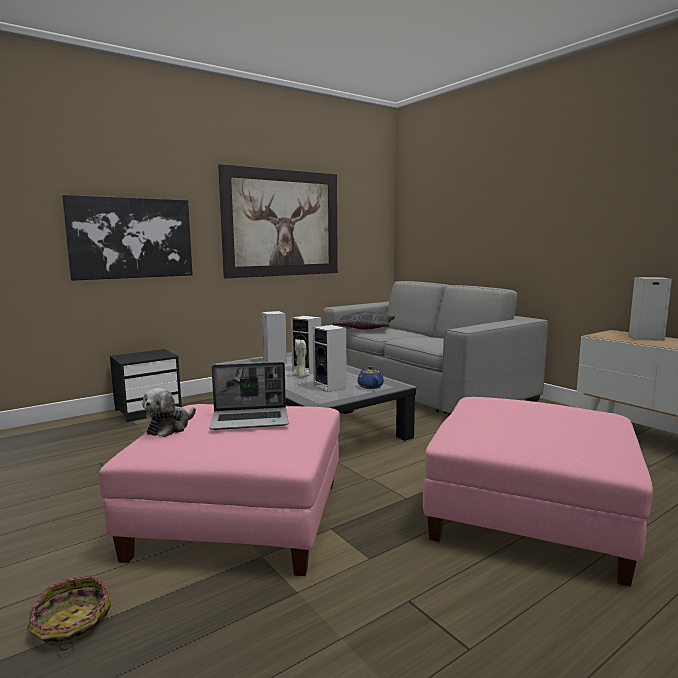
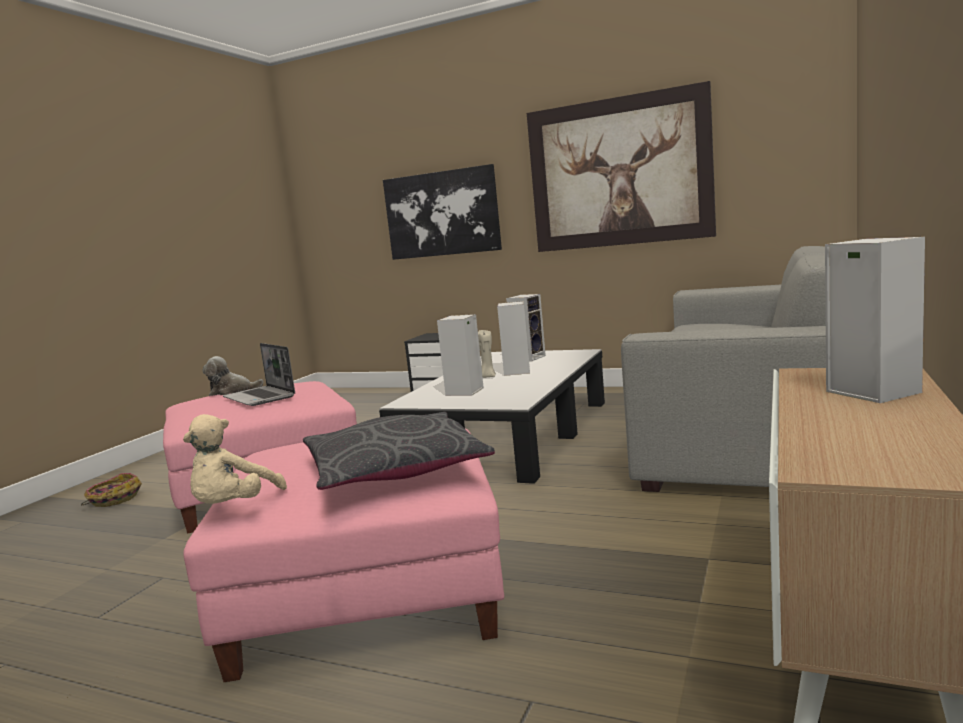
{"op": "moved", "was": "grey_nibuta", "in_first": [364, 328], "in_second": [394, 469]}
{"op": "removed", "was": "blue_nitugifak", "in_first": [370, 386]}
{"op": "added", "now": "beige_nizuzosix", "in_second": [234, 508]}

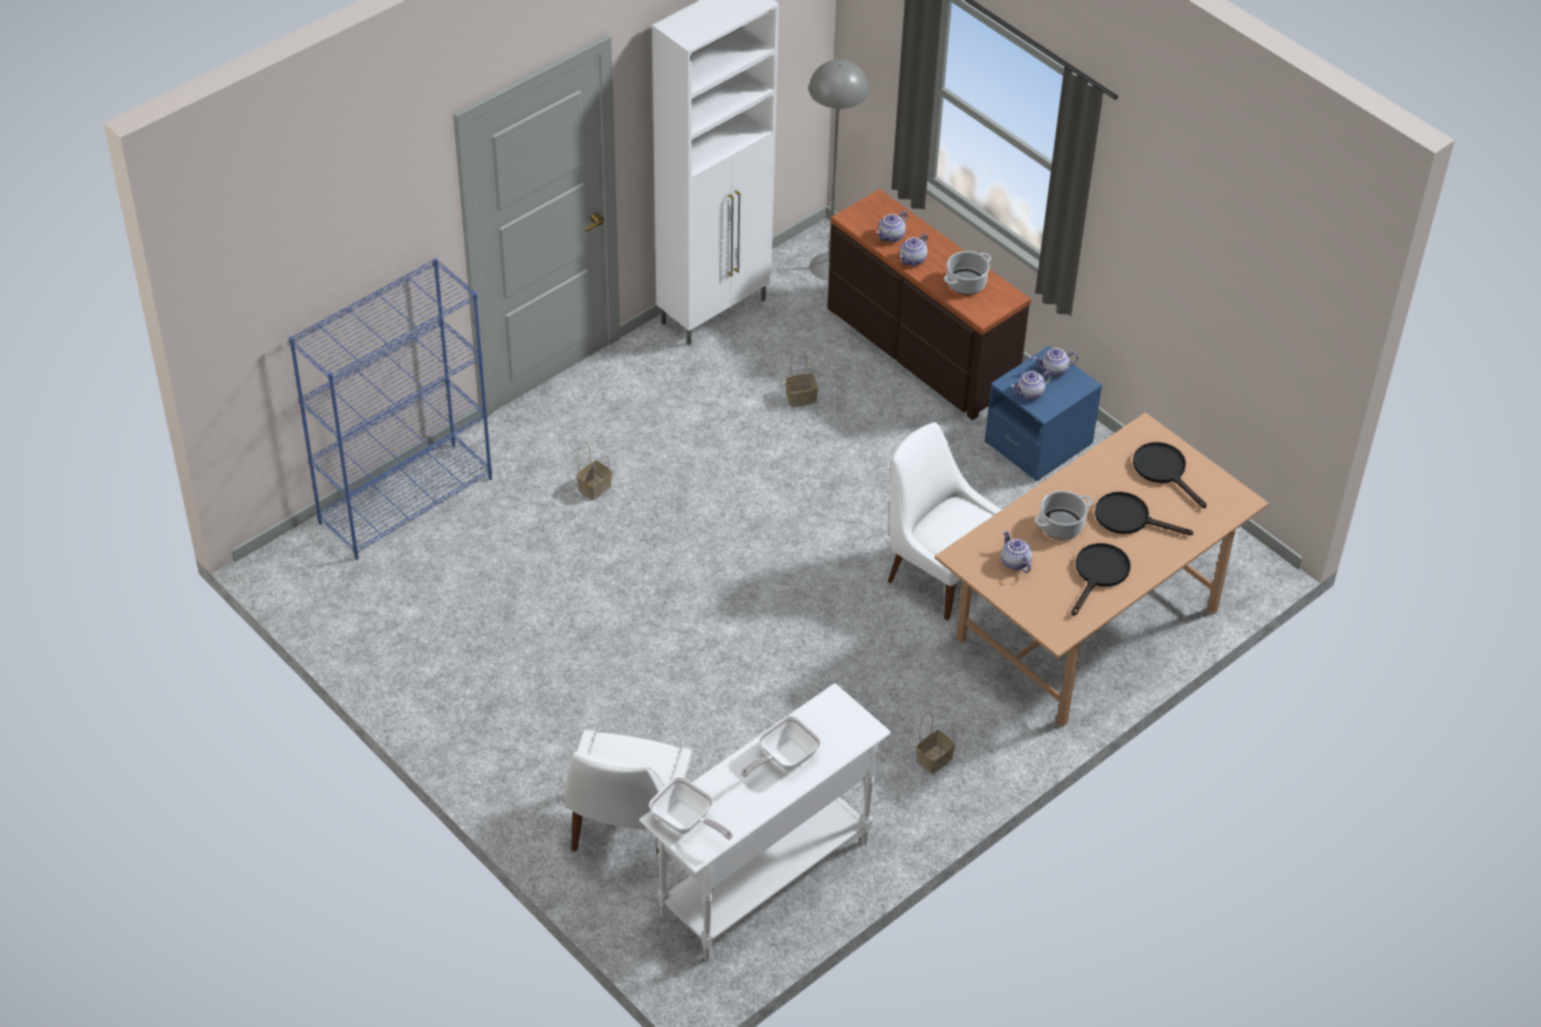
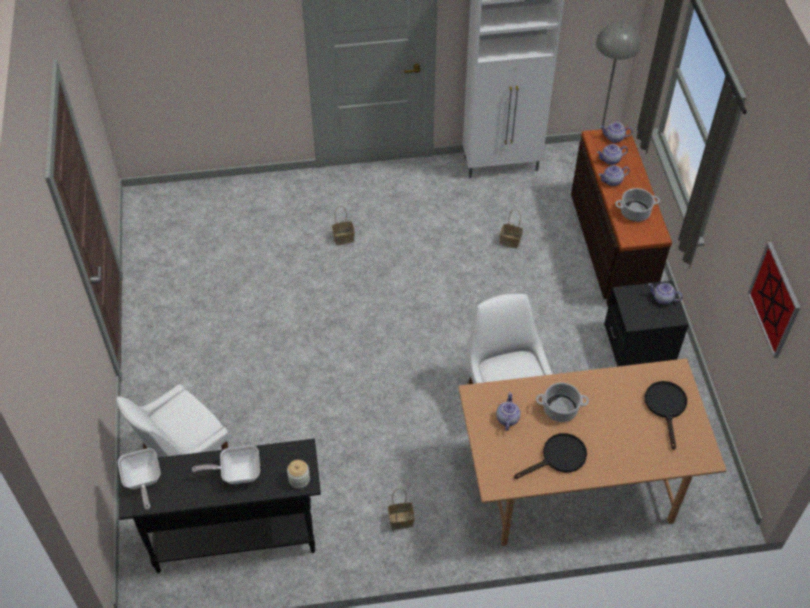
{"op": "removed", "was": "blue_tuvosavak", "in_first": [406, 499]}
{"op": "recoloured", "was": "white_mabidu", "now": "black_mabidu", "in_first": [764, 878], "in_second": [234, 538]}
{"op": "recoloured", "was": "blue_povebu", "now": "black_povebu", "in_first": [1038, 443], "in_second": [639, 343]}
{"op": "moved", "was": "nitugifak", "in_first": [1030, 394], "in_second": [614, 138]}
{"op": "removed", "was": "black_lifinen", "in_first": [1129, 518]}
{"op": "added", "now": "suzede", "in_second": [299, 479]}
{"op": "added", "now": "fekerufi", "in_second": [774, 300]}

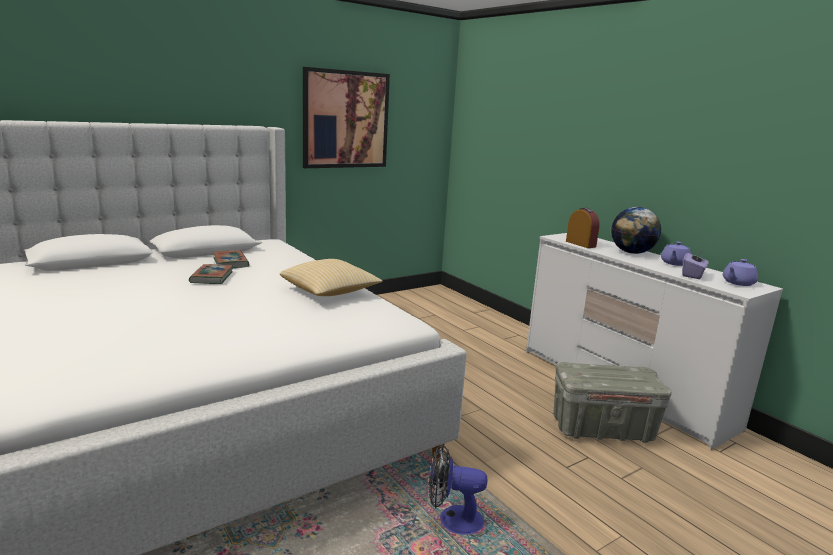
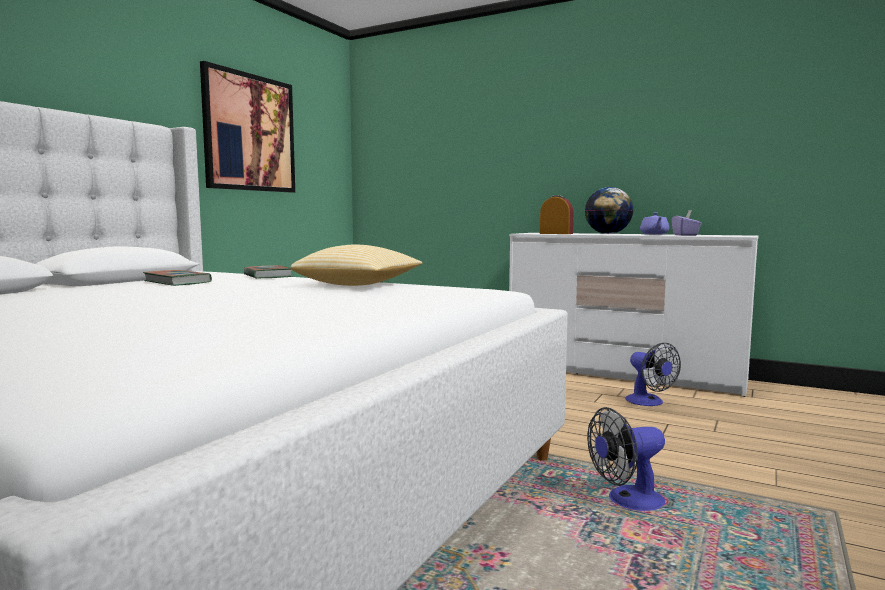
{"op": "moved", "was": "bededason", "in_first": [212, 277], "in_second": [268, 276]}
{"op": "replaced", "was": "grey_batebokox", "now": "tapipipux", "in_first": [603, 428], "in_second": [649, 402]}
{"op": "removed", "was": "purple_nitugifak", "in_first": [737, 283]}

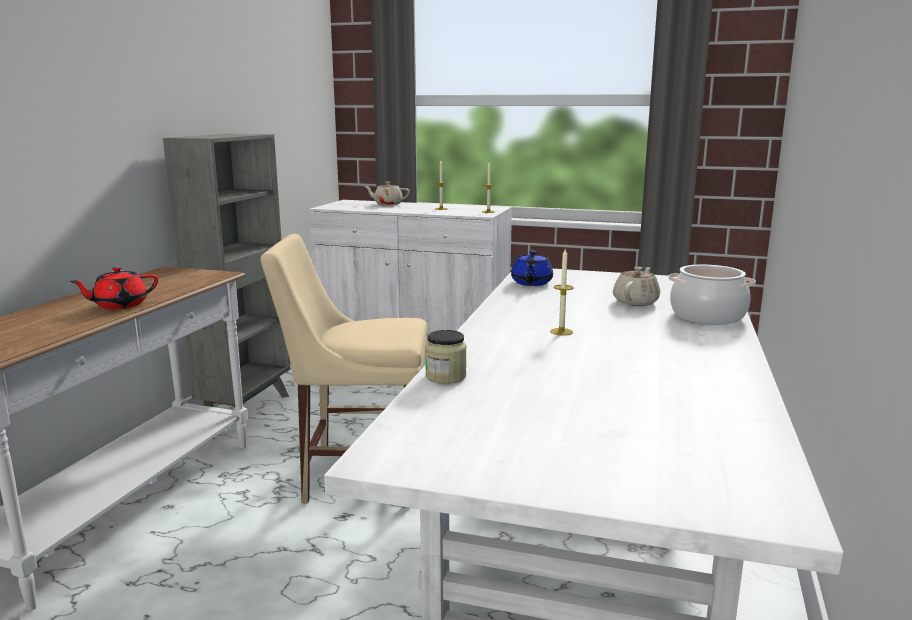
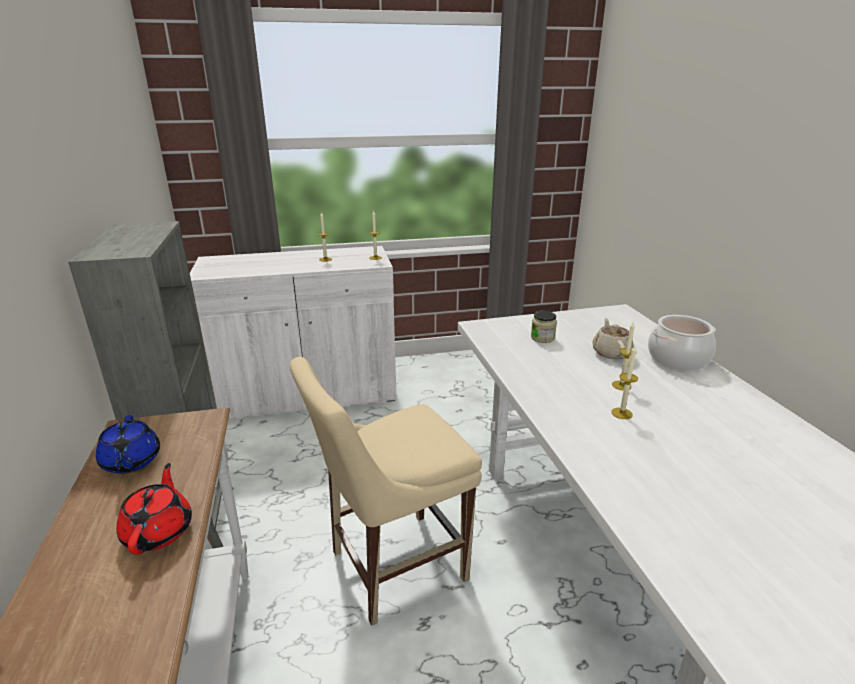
{"op": "turned", "was": "red_nitugifak", "in_first": [119, 305], "in_second": [159, 531], "clockwise": 150}
{"op": "removed", "was": "beige_nitugifak", "in_first": [387, 204]}
{"op": "moved", "was": "suzede", "in_first": [445, 376], "in_second": [542, 338]}
{"op": "moved", "was": "blue_nitugifak", "in_first": [531, 283], "in_second": [131, 462]}
{"op": "added", "now": "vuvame", "in_second": [621, 385]}

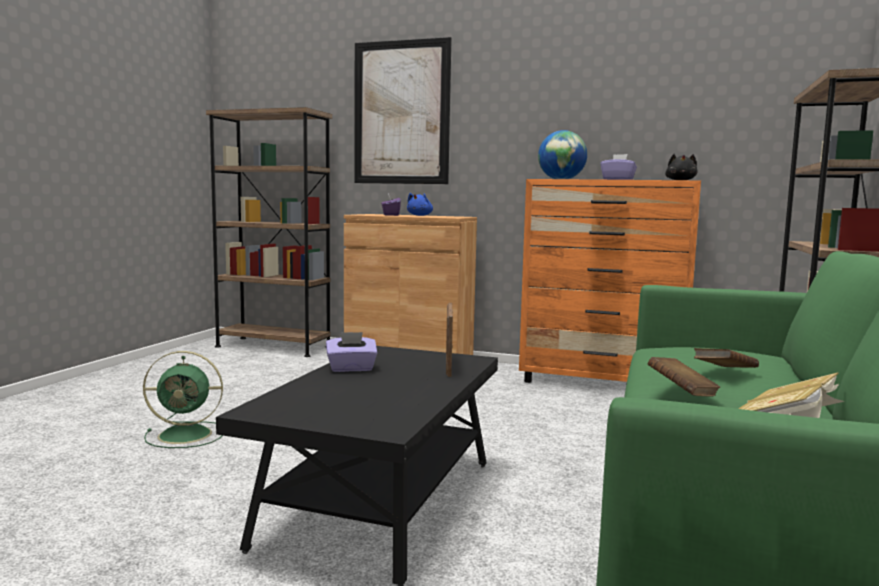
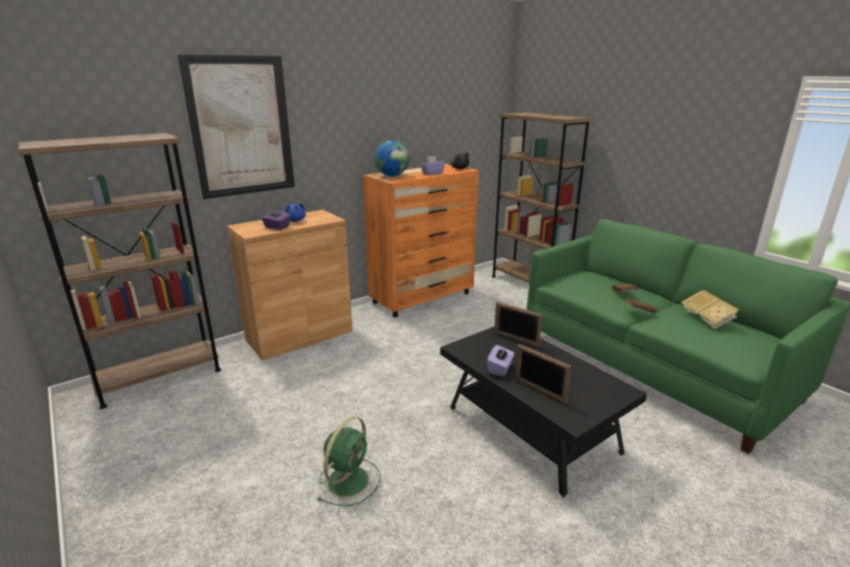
{"op": "added", "now": "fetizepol", "in_second": [539, 390]}

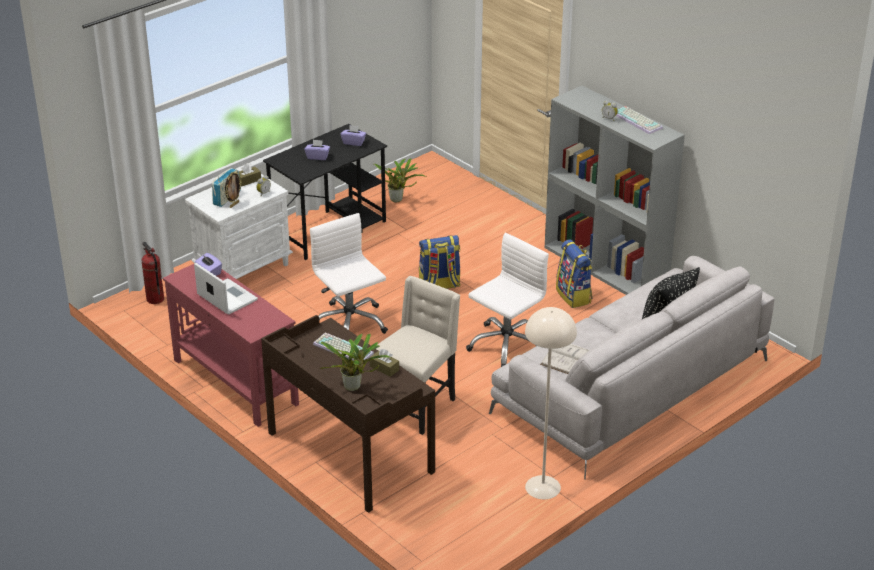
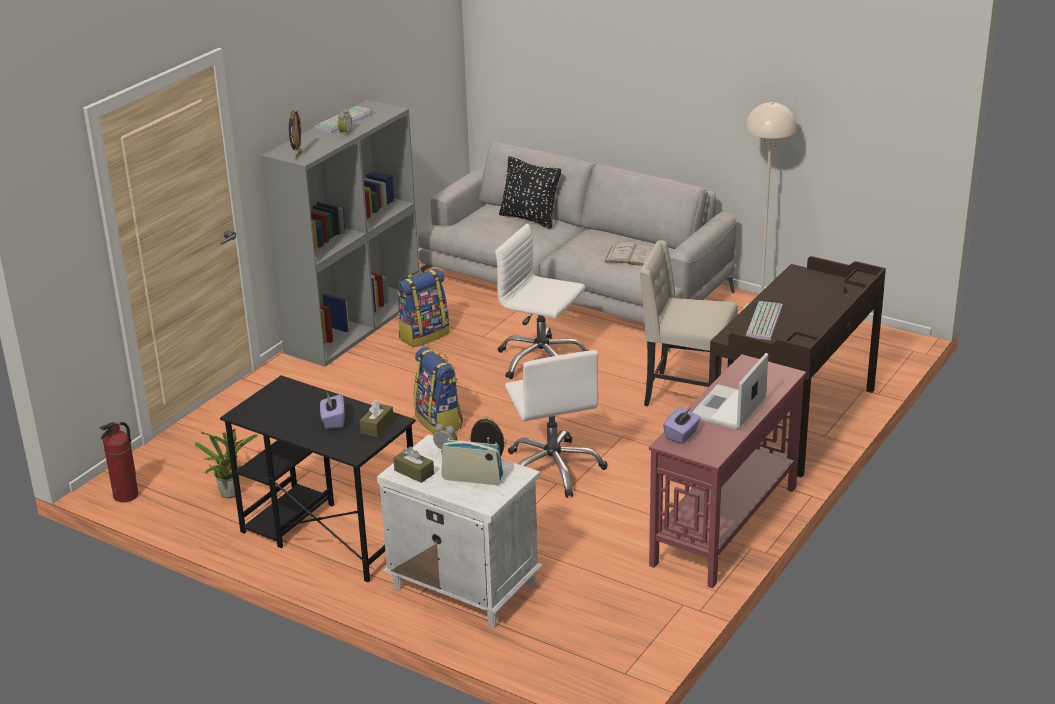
{"op": "moved", "was": "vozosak", "in_first": [154, 299], "in_second": [126, 496]}
{"op": "turned", "was": "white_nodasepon", "in_first": [349, 323], "in_second": [553, 469], "clockwise": -60}
{"op": "removed", "was": "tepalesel", "in_first": [354, 387]}
{"op": "removed", "was": "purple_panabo", "in_first": [353, 142]}
{"op": "moved", "was": "brown_panabo", "in_first": [384, 368], "in_second": [377, 426]}
{"op": "added", "now": "fetizepol", "in_second": [297, 155]}

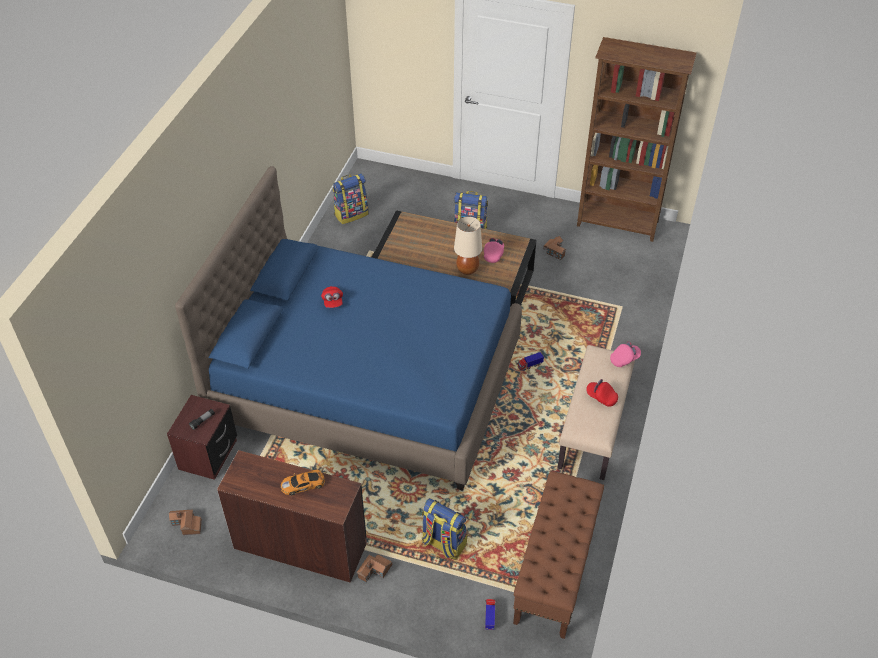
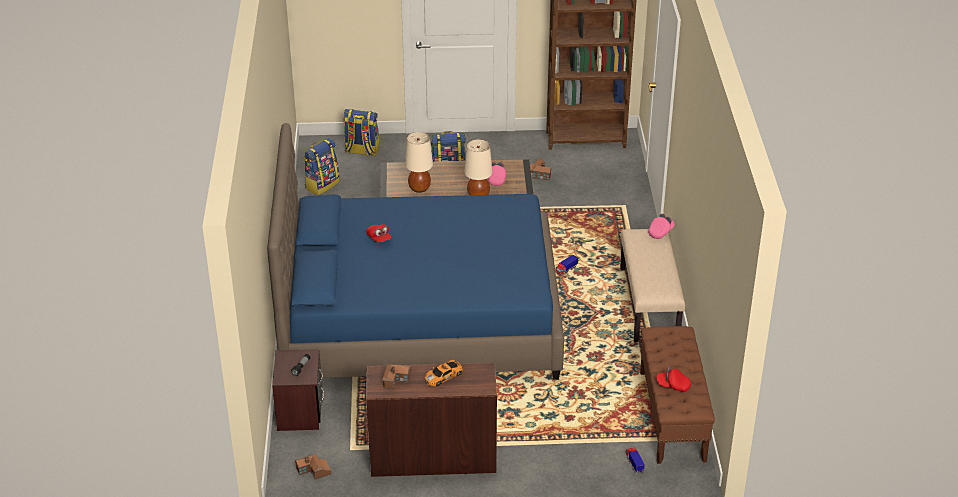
{"op": "moved", "was": "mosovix", "in_first": [375, 571], "in_second": [397, 379]}
{"op": "moved", "was": "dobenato", "in_first": [443, 543], "in_second": [361, 151]}
{"op": "moved", "was": "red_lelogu", "in_first": [601, 397], "in_second": [673, 385]}
{"op": "added", "now": "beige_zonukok", "in_second": [419, 188]}

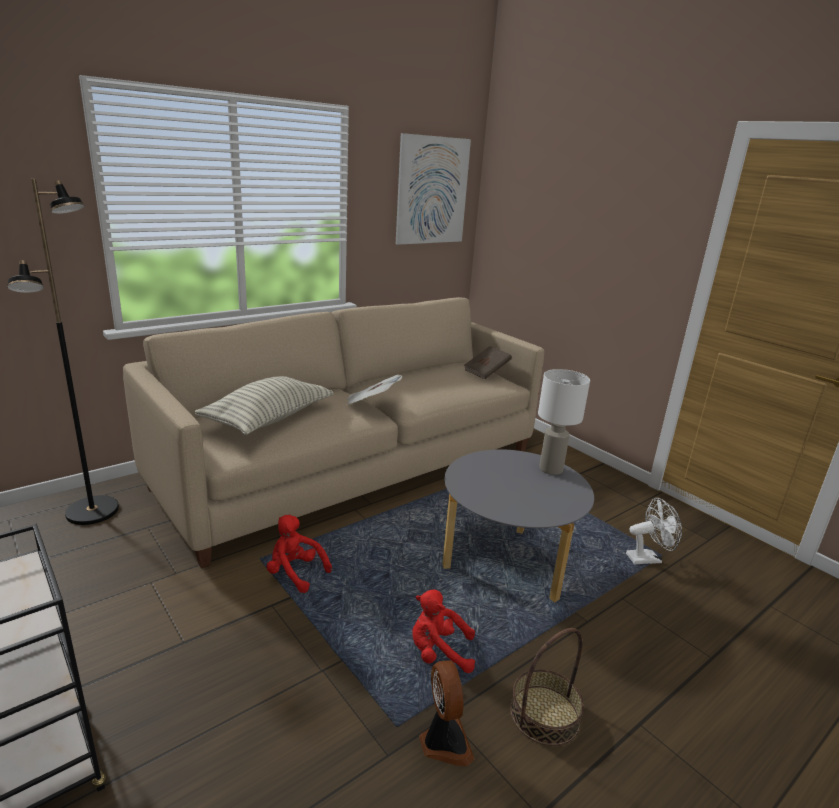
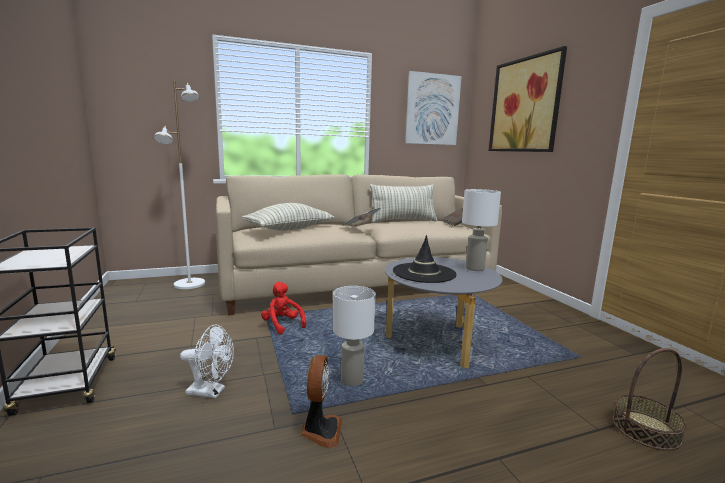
{"op": "recoloured", "was": "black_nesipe", "now": "white_nesipe", "in_first": [93, 511], "in_second": [189, 284]}
{"op": "replaced", "was": "red_nizuzosix", "now": "white_zonukok", "in_first": [438, 652], "in_second": [352, 380]}
{"op": "moved", "was": "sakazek", "in_first": [544, 714], "in_second": [645, 429]}
{"op": "moved", "was": "white_tapipipux", "in_first": [648, 558], "in_second": [211, 391]}
{"op": "added", "now": "nibuta", "in_second": [403, 221]}
{"op": "added", "now": "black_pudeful", "in_second": [424, 273]}
{"op": "added", "now": "fekerufi", "in_second": [525, 105]}

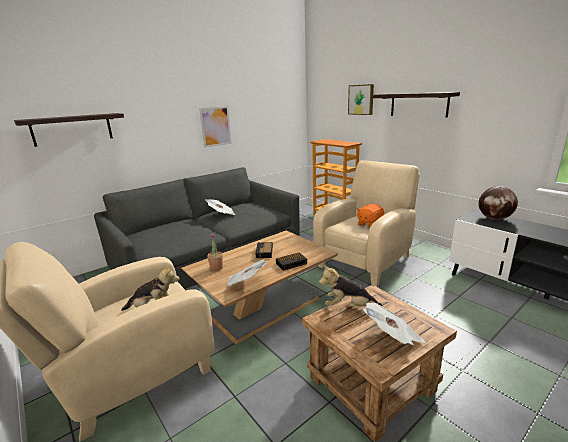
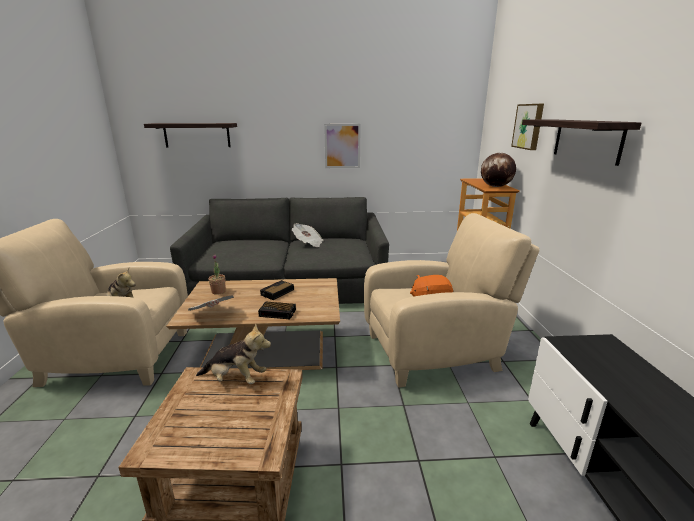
{"op": "turned", "was": "nizuzosix", "in_first": [348, 307], "in_second": [236, 379], "clockwise": 150}
{"op": "removed", "was": "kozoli", "in_first": [392, 337]}
{"op": "moved", "was": "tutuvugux", "in_first": [494, 218], "in_second": [496, 186]}

